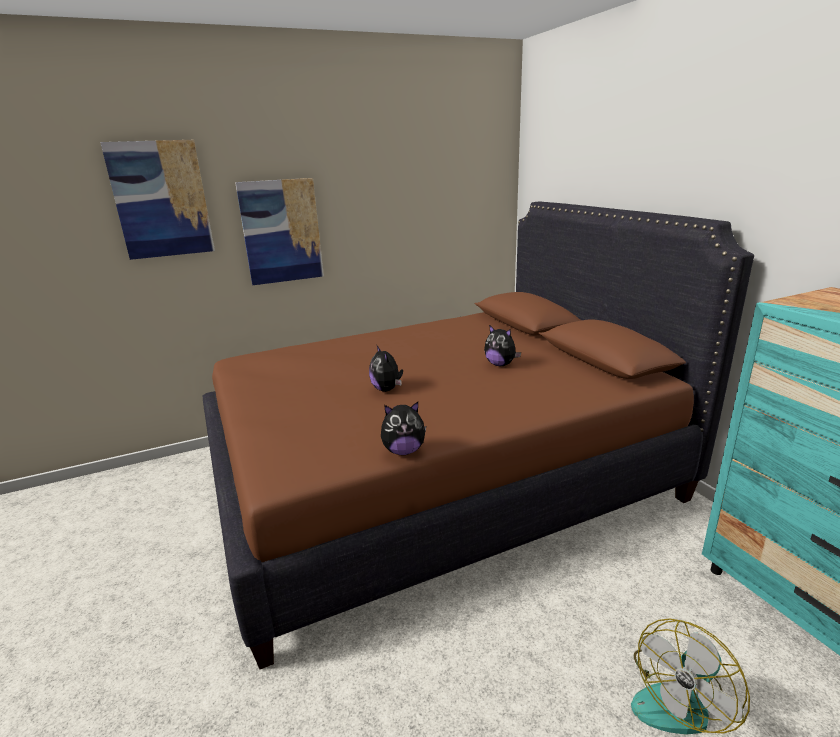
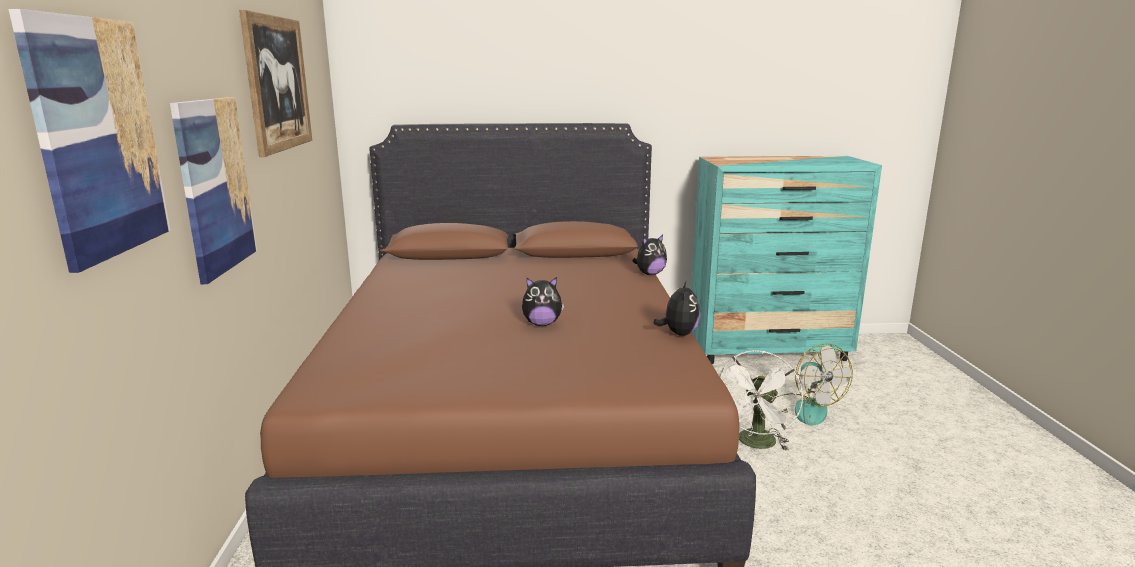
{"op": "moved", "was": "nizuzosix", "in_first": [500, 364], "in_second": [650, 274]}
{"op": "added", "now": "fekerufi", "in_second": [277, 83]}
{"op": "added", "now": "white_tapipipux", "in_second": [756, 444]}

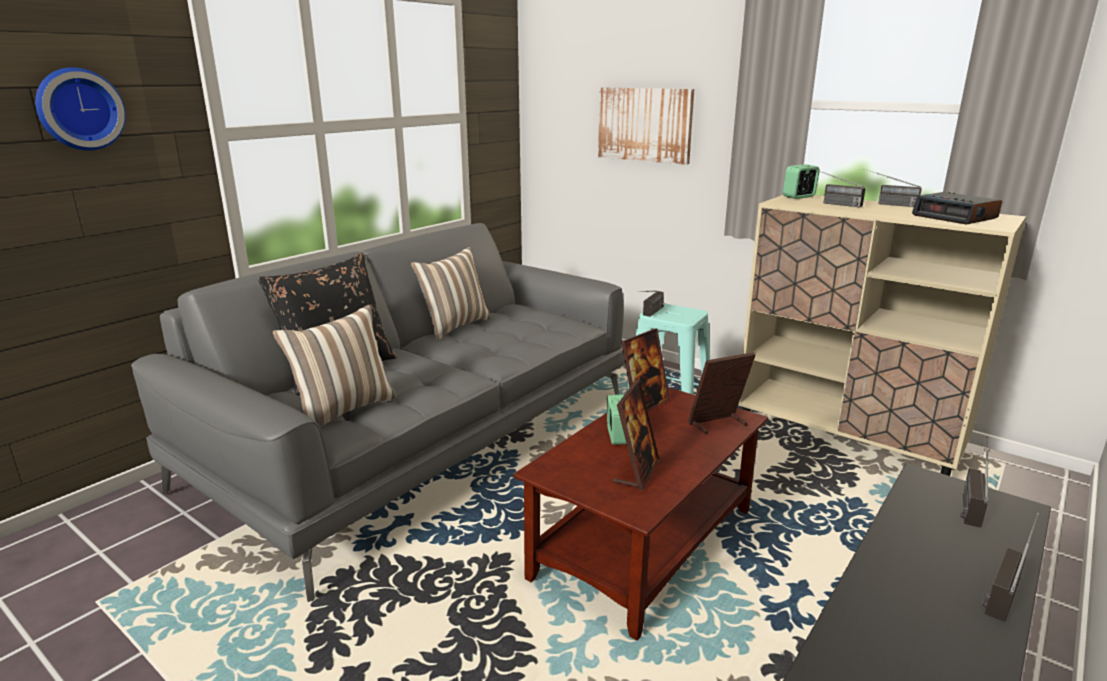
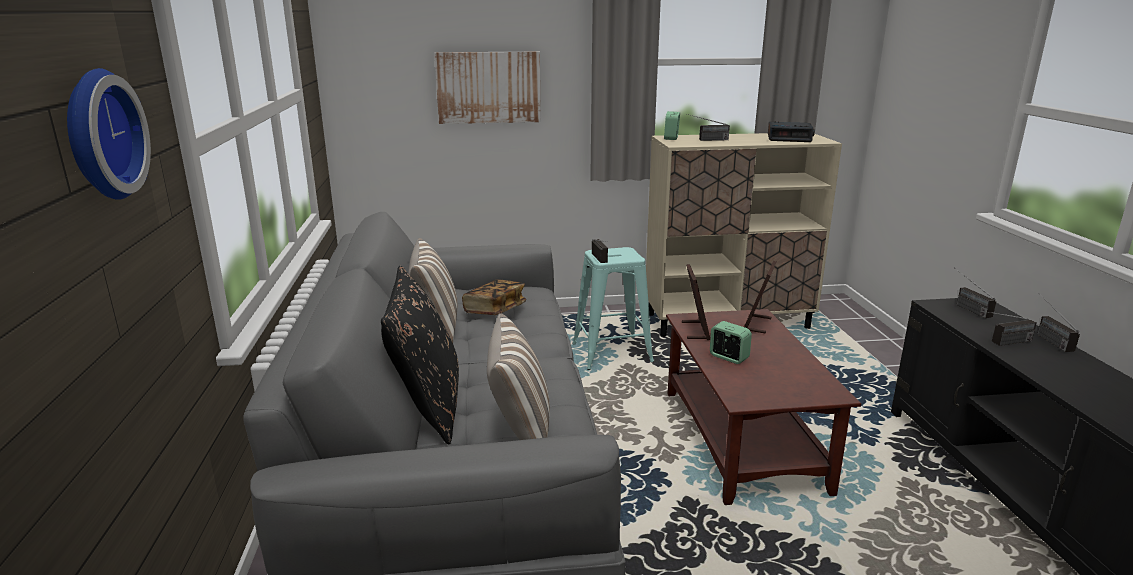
{"op": "removed", "was": "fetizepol", "in_first": [636, 472]}
{"op": "moved", "was": "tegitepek", "in_first": [887, 204], "in_second": [1003, 343]}
{"op": "added", "now": "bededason", "in_second": [495, 310]}

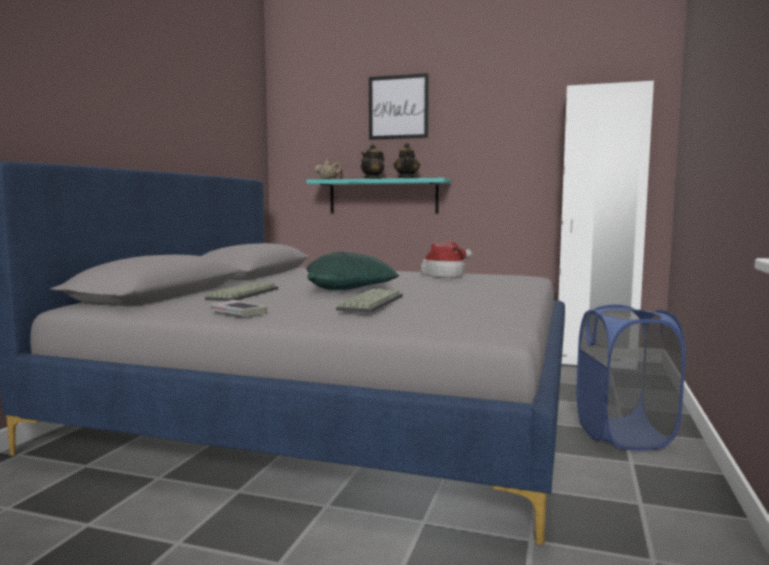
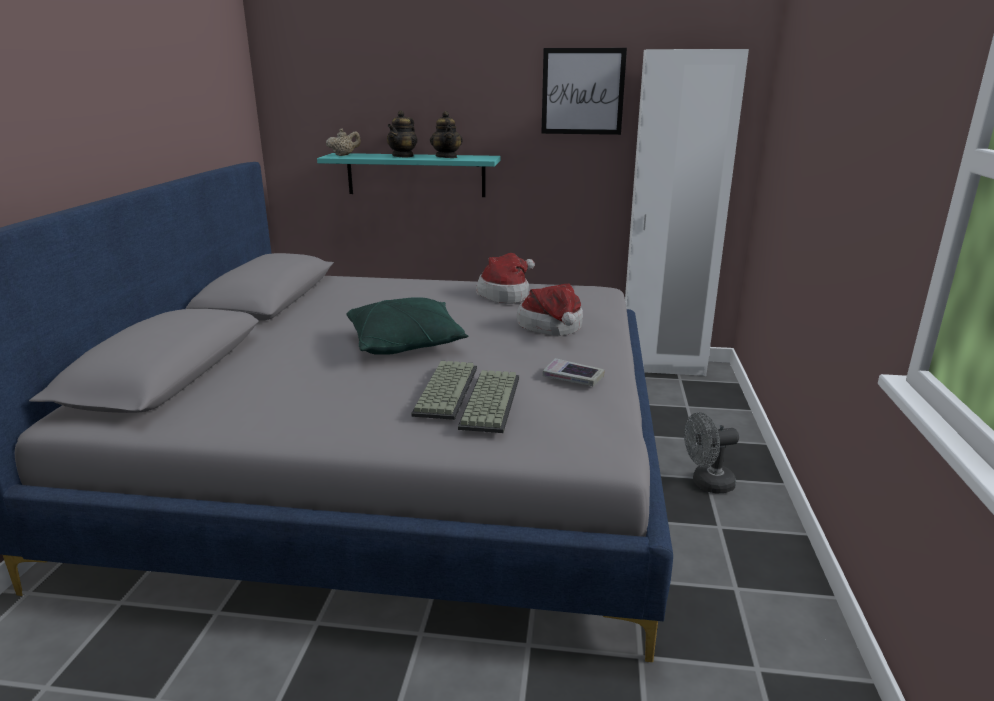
{"op": "moved", "was": "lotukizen", "in_first": [243, 293], "in_second": [489, 401]}
{"op": "moved", "was": "bededason", "in_first": [238, 313], "in_second": [573, 377]}
{"op": "moved", "was": "fekerufi", "in_first": [398, 107], "in_second": [582, 91]}
{"op": "replaced", "was": "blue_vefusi", "now": "grey_tapipipux", "in_first": [624, 434], "in_second": [706, 484]}
{"op": "added", "now": "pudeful", "in_second": [552, 327]}

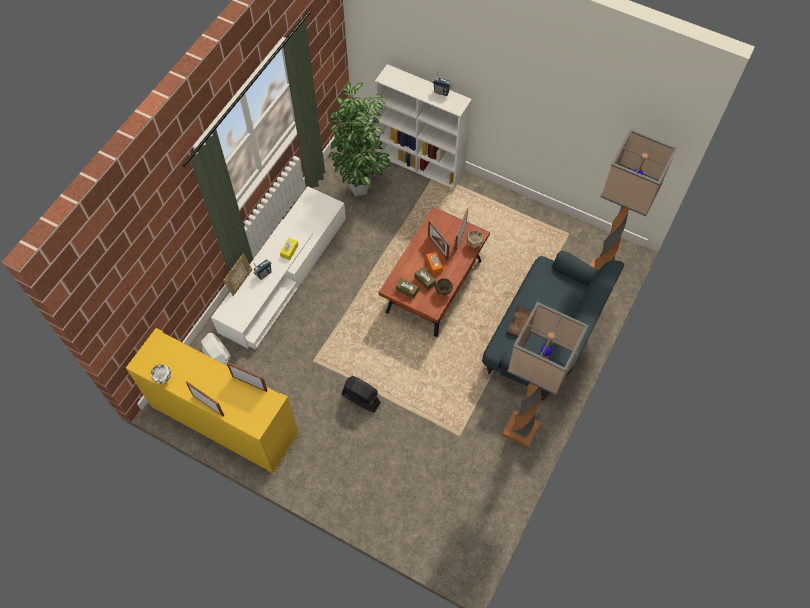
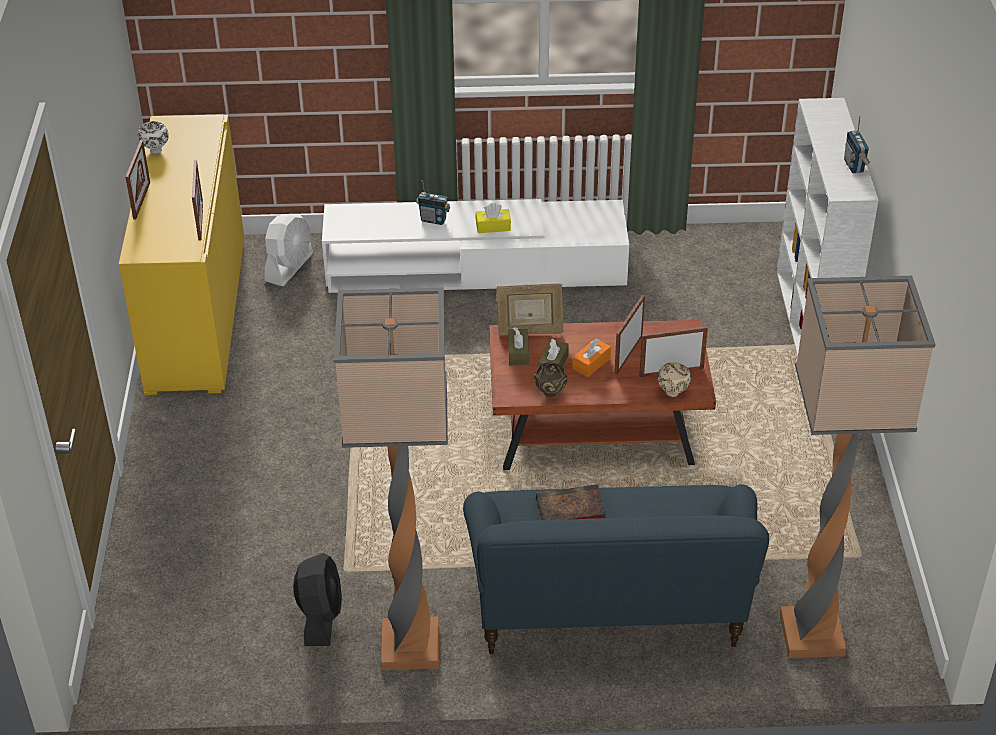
{"op": "moved", "was": "fetizepol", "in_first": [240, 282], "in_second": [529, 332]}
{"op": "removed", "was": "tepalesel", "in_first": [362, 189]}
{"op": "moved", "was": "black_tapipipux", "in_first": [361, 398], "in_second": [320, 616]}

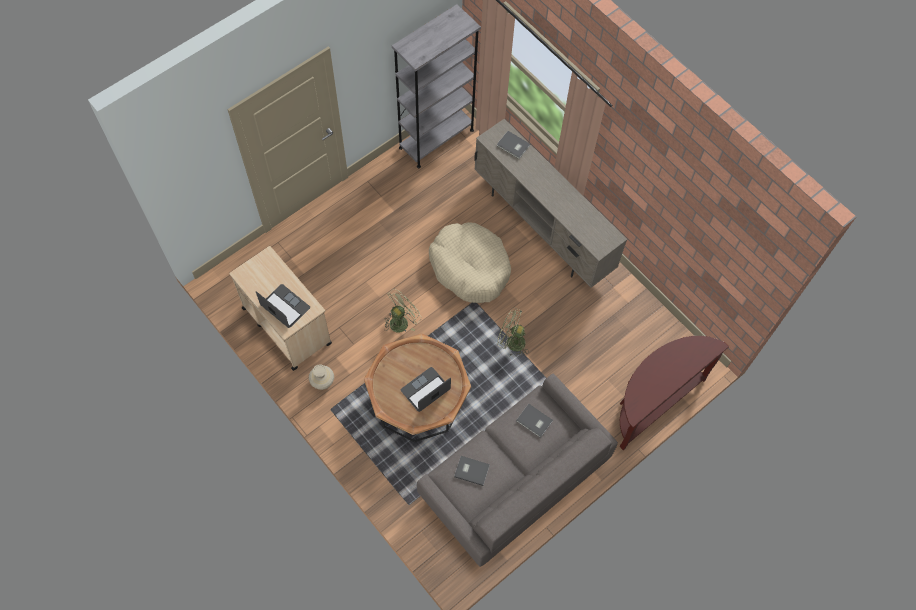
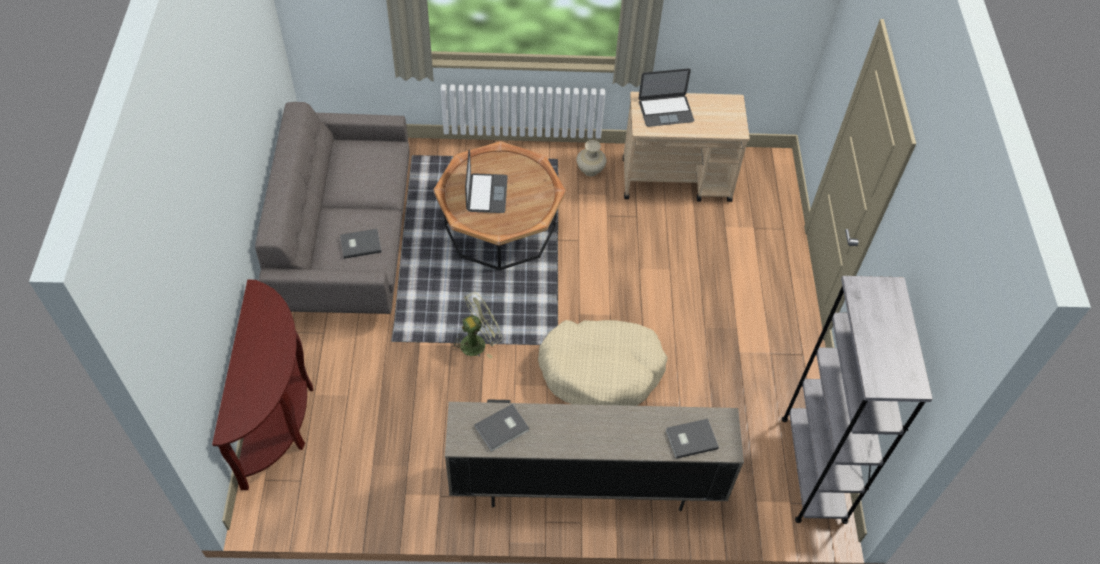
{"op": "removed", "was": "green_tapipipux", "in_first": [401, 320]}
{"op": "moved", "was": "grey_bededason", "in_first": [471, 470], "in_second": [503, 429]}

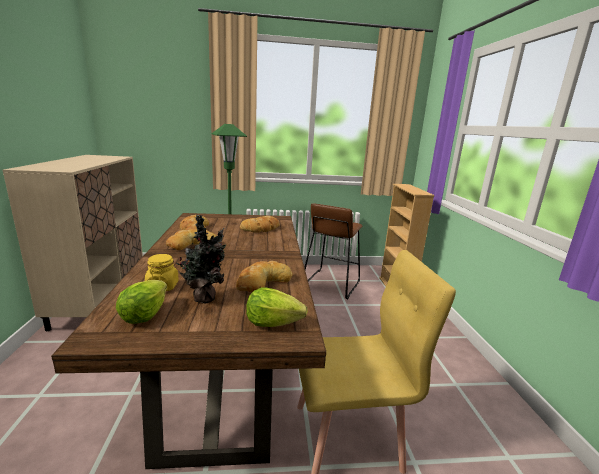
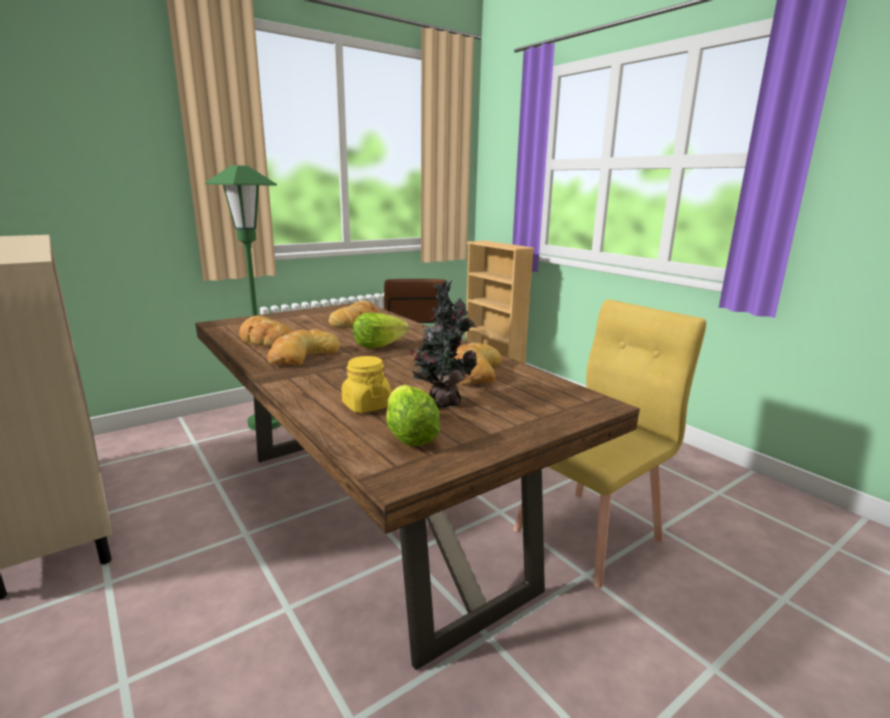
{"op": "moved", "was": "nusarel", "in_first": [272, 323], "in_second": [378, 346]}

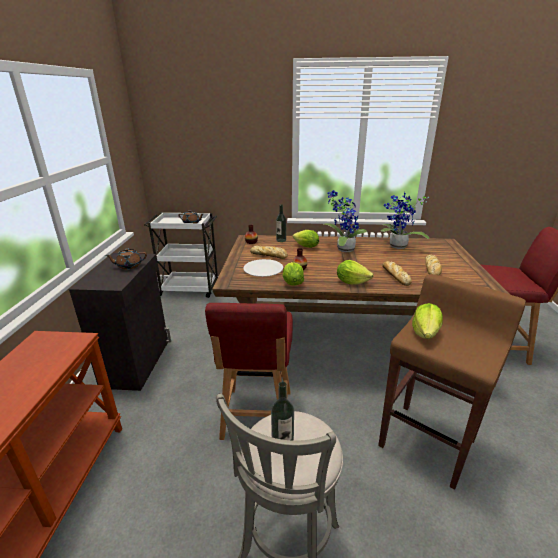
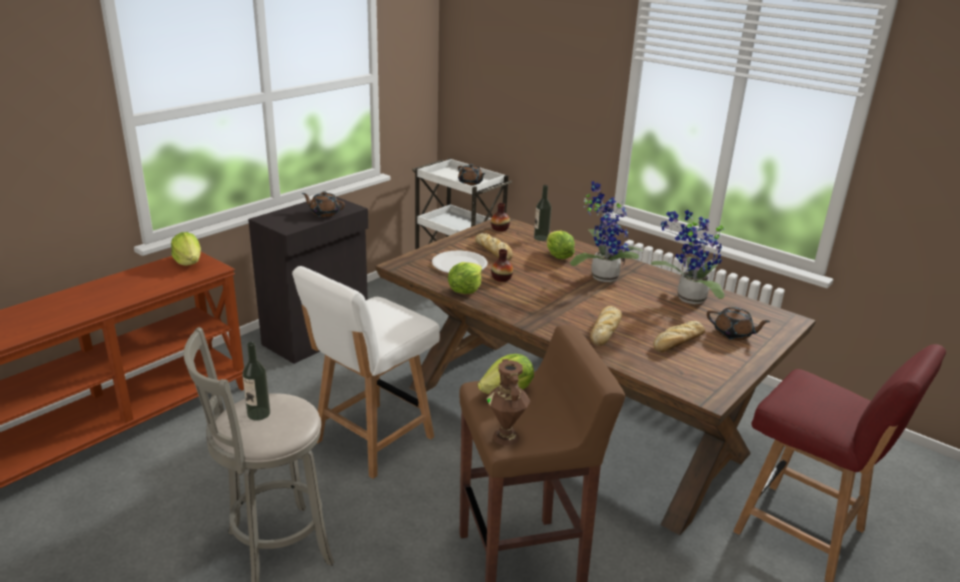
{"op": "recoloured", "was": "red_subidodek", "now": "white_subidodek", "in_first": [256, 416], "in_second": [372, 440]}
{"op": "moved", "was": "nusarel", "in_first": [351, 282], "in_second": [189, 262]}
{"op": "added", "now": "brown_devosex", "in_second": [506, 437]}
{"op": "added", "now": "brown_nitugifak", "in_second": [733, 334]}

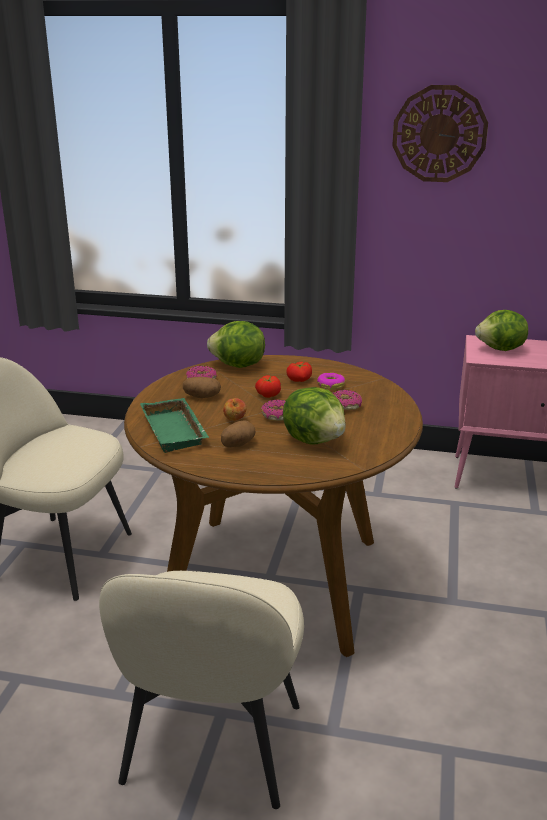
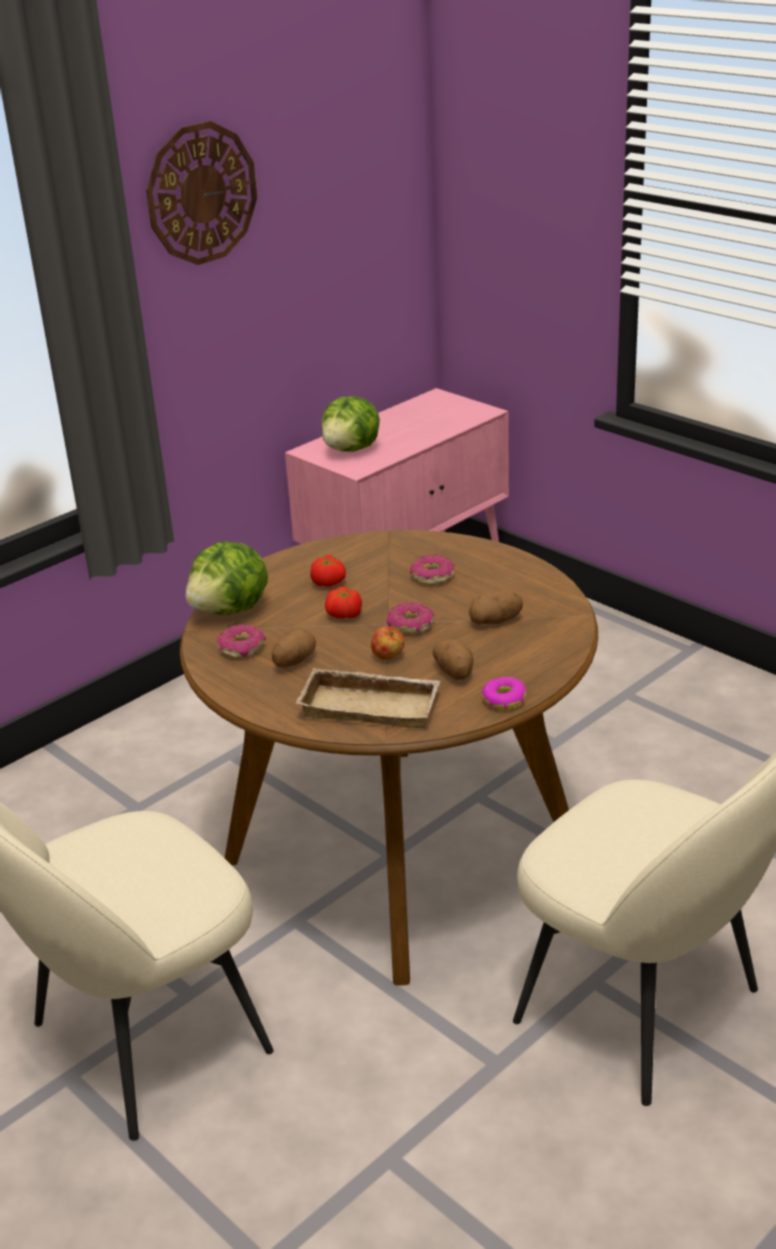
{"op": "recoloured", "was": "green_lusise", "now": "beige_lusise", "in_first": [176, 431], "in_second": [372, 705]}
{"op": "replaced", "was": "nusarel", "now": "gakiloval", "in_first": [315, 439], "in_second": [495, 621]}
{"op": "moved", "was": "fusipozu", "in_first": [330, 385], "in_second": [503, 700]}

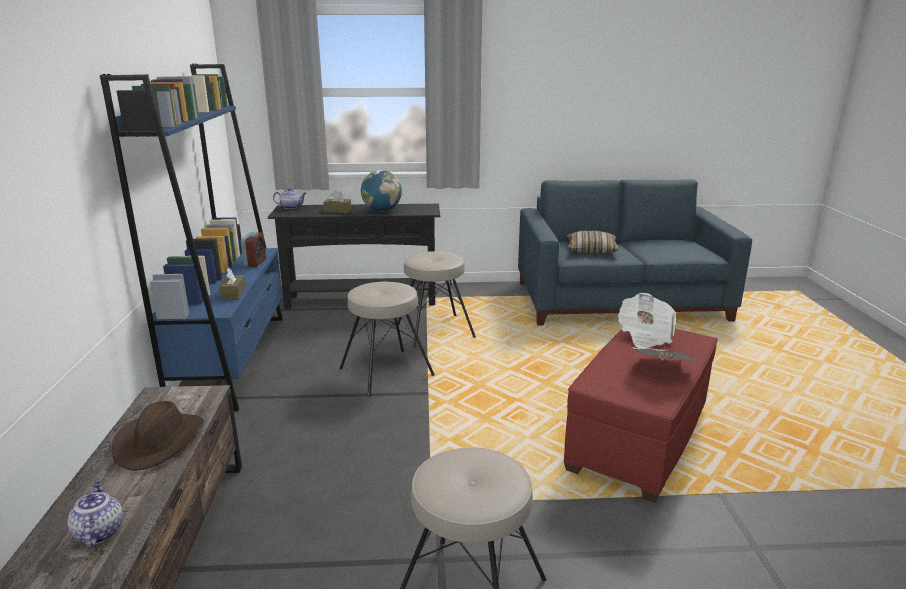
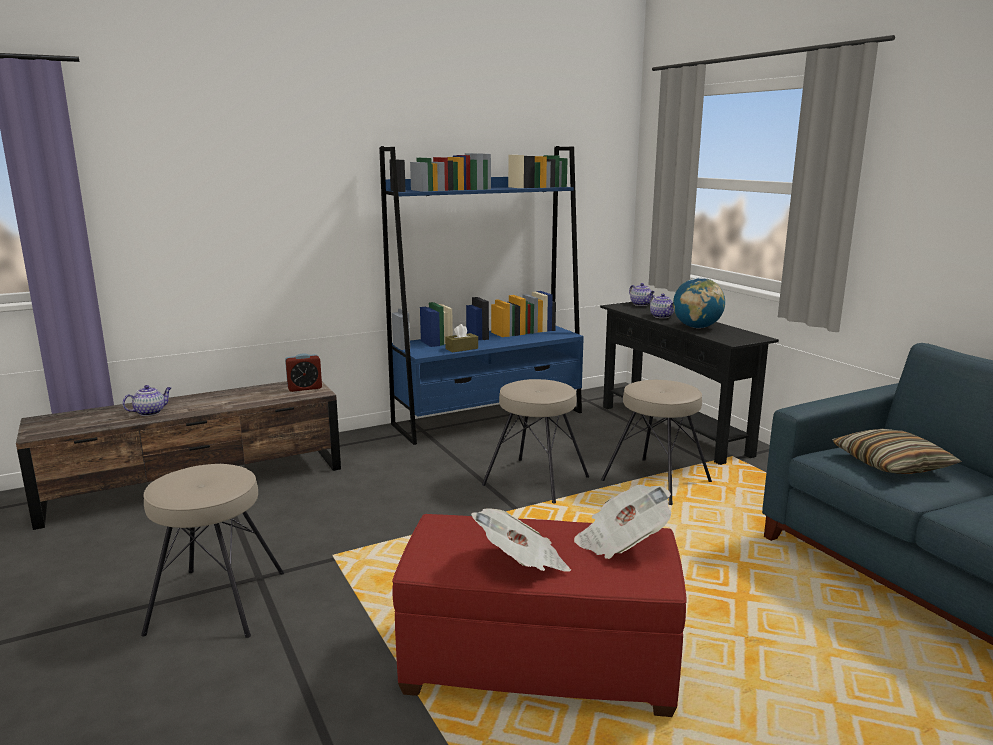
{"op": "removed", "was": "brown_pudeful", "in_first": [159, 442]}
{"op": "moved", "was": "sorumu", "in_first": [255, 262], "in_second": [304, 388]}
{"op": "replaced", "was": "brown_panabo", "now": "nitugifak", "in_first": [337, 211], "in_second": [662, 316]}

